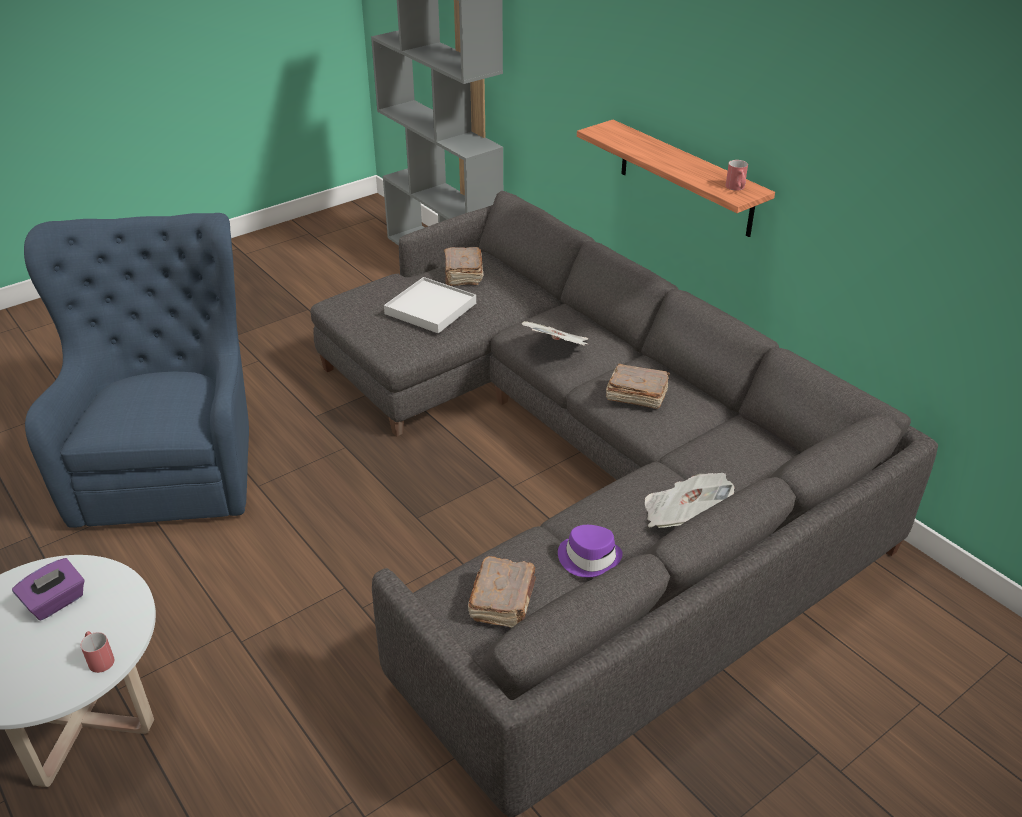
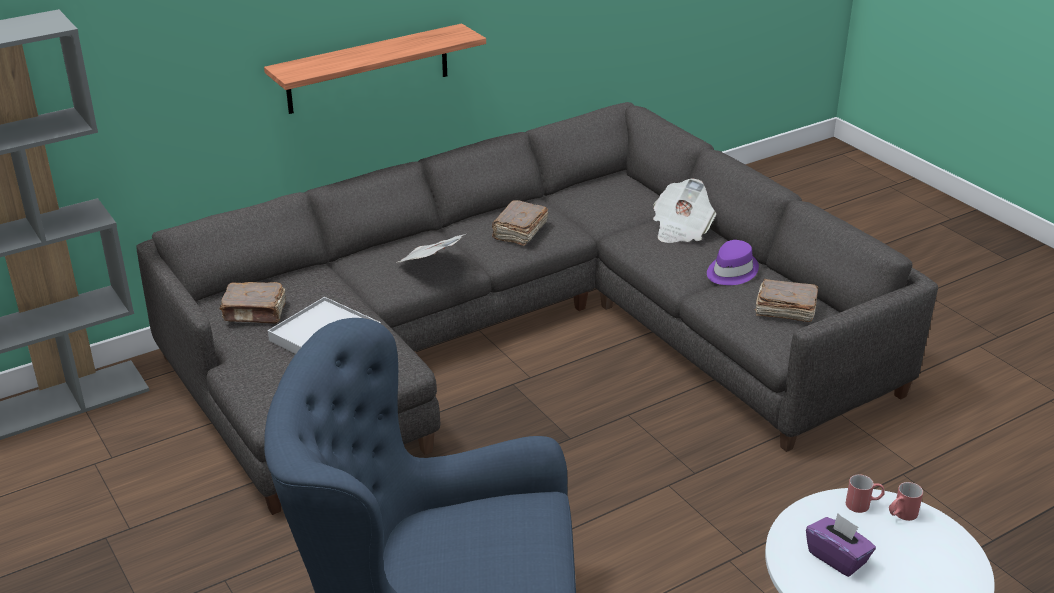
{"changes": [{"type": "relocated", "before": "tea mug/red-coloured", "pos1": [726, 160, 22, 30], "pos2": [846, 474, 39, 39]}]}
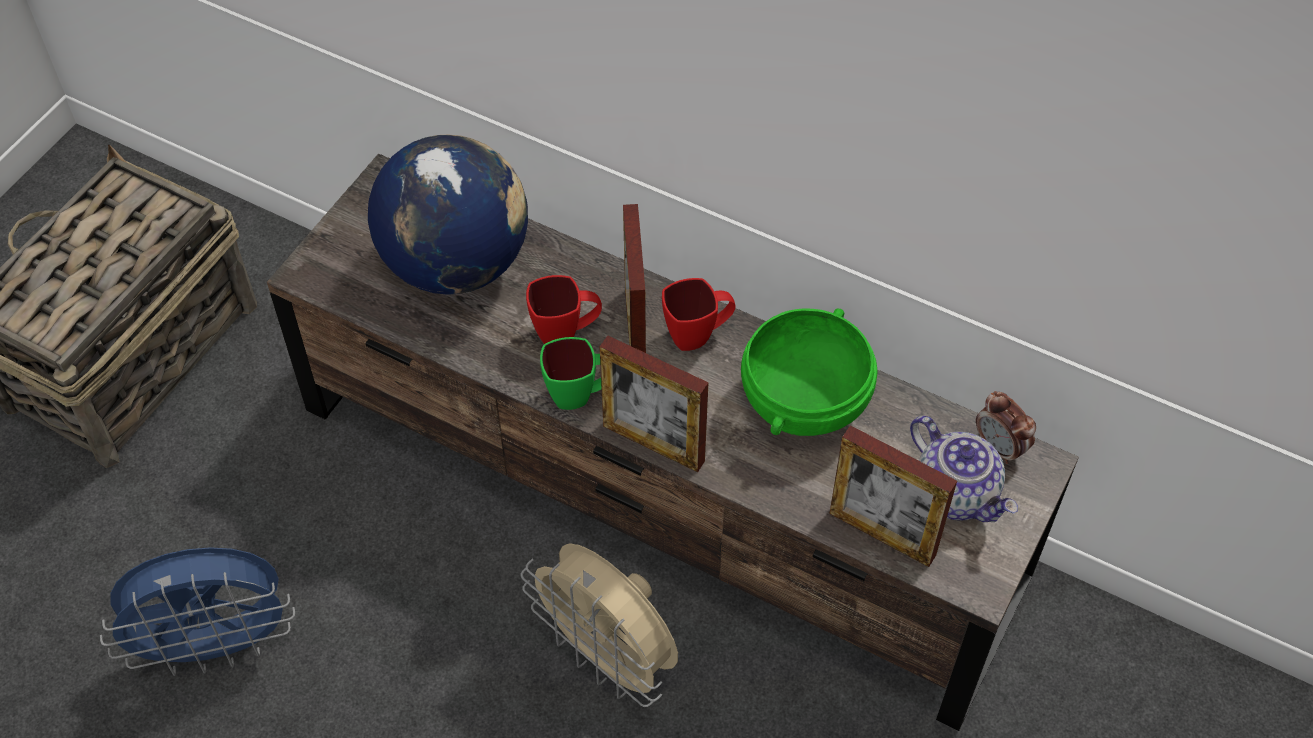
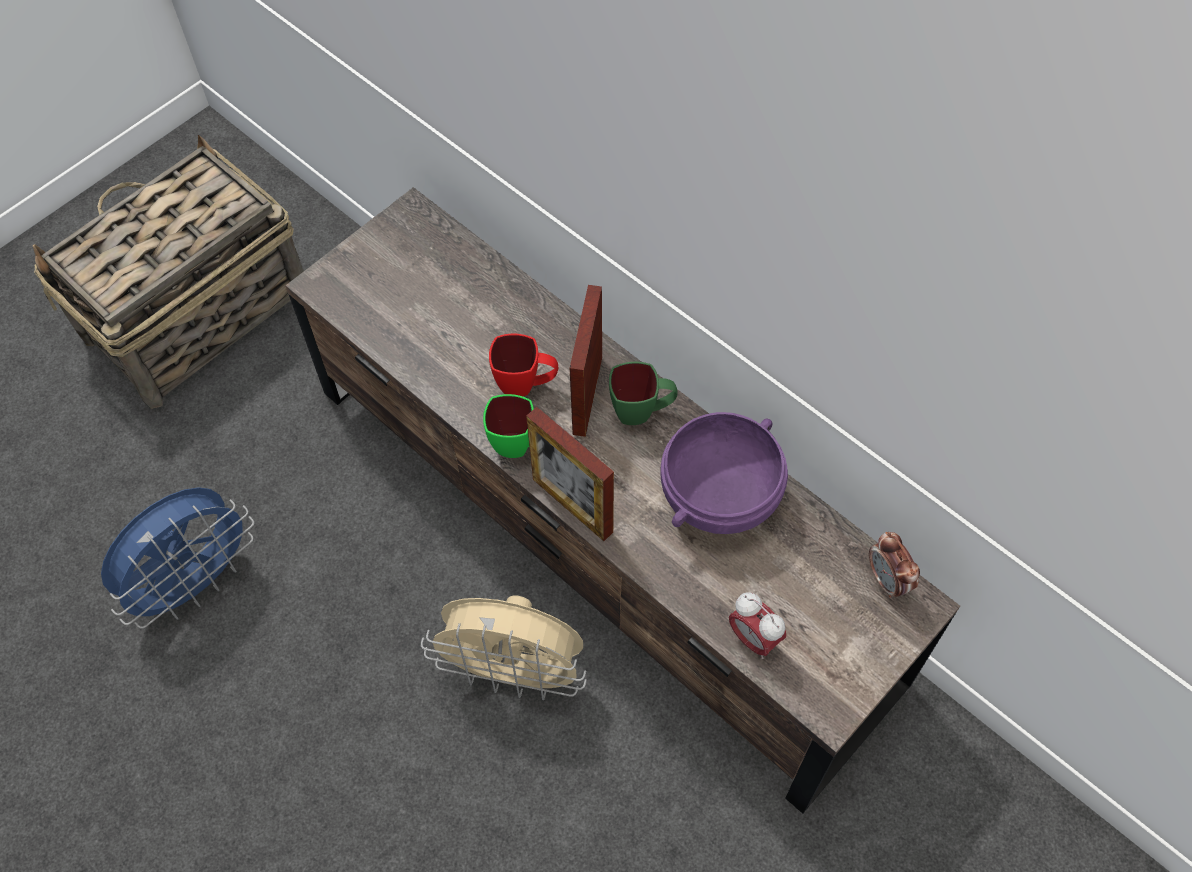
{"changes": [{"type": "spun", "before": "fan/blue", "pos1": [100, 547, 195, 129], "pos2": [101, 487, 153, 142], "turn": -45}, {"type": "spun", "before": "fan/sand-coloured", "pos1": [521, 543, 157, 164], "pos2": [421, 595, 166, 105], "turn": -45}, {"type": "colour", "before": "tea mug/red-coloured", "after": "tea mug/green", "pos1": [662, 278, 73, 73], "pos2": [609, 362, 69, 63]}, {"type": "colour", "before": "serving bowl/green", "after": "serving bowl/purple", "pos1": [741, 308, 136, 128], "pos2": [660, 412, 128, 122]}, {"type": "exchanged", "before": "standing frame", "after": "alarm clock", "pos1": [829, 425, 128, 142], "pos2": [729, 592, 57, 67]}, {"type": "missing", "before": "globe", "pos1": [368, 135, 160, 160]}, {"type": "missing", "before": "teapot", "pos1": [910, 416, 108, 106]}]}
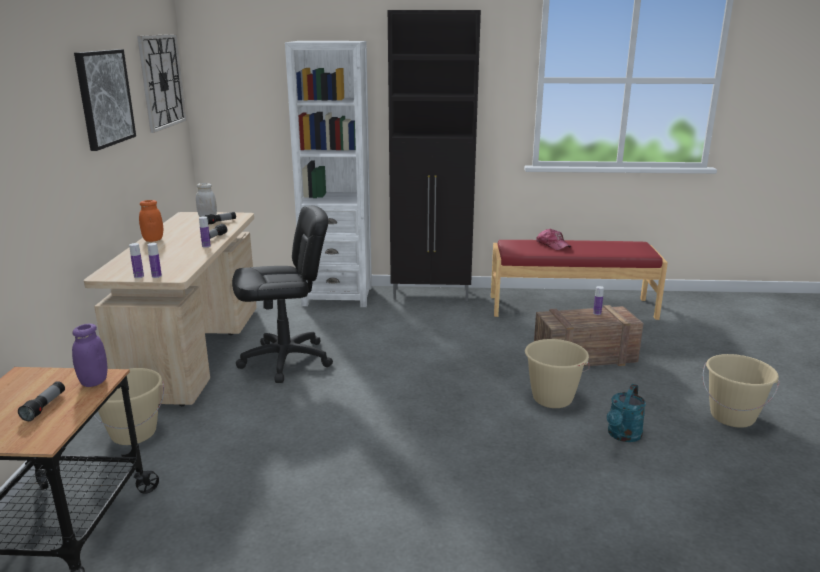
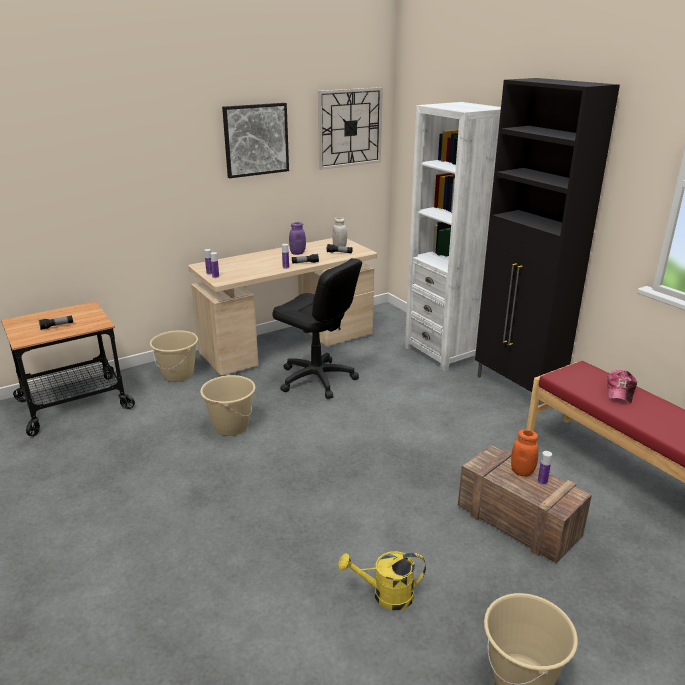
{"changes": [{"type": "relocated", "before": "pail/sand-coloured", "pos1": [525, 339, 65, 69], "pos2": [200, 375, 55, 61]}, {"type": "relocated", "before": "storage jar/purple", "pos1": [72, 324, 35, 63], "pos2": [289, 222, 17, 33]}, {"type": "colour", "before": "sprinkling can/turquoise-coloured", "after": "sprinkling can/yellowish", "pos1": [607, 384, 39, 58], "pos2": [338, 551, 88, 59]}, {"type": "relocated", "before": "storage jar/orange-coloured", "pos1": [139, 200, 24, 42], "pos2": [511, 429, 27, 48]}]}
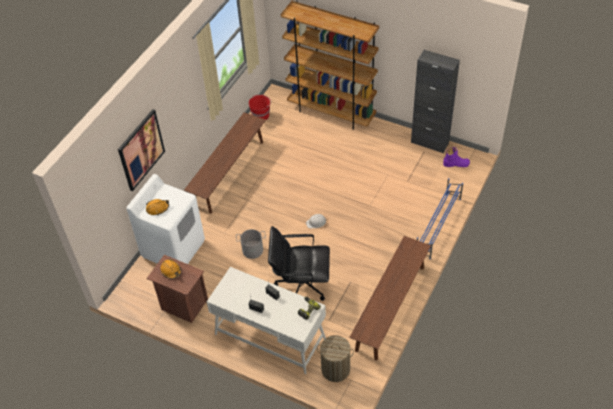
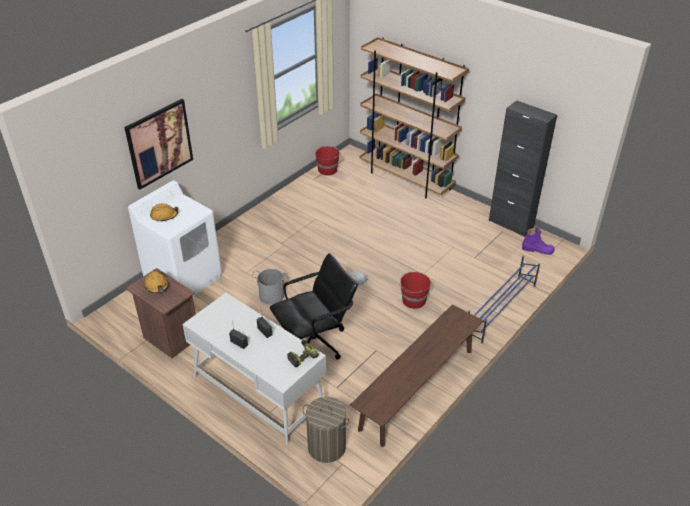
{"changes": [{"type": "spun", "before": "computer chair/black", "pos1": [268, 226, 62, 75], "pos2": [270, 253, 88, 107], "turn": 135}, {"type": "appeared", "after": "pail/red-coloured", "pos2": [399, 272, 32, 37]}, {"type": "missing", "before": "indoor bench/brown-coloured", "pos1": [184, 112, 82, 102]}]}
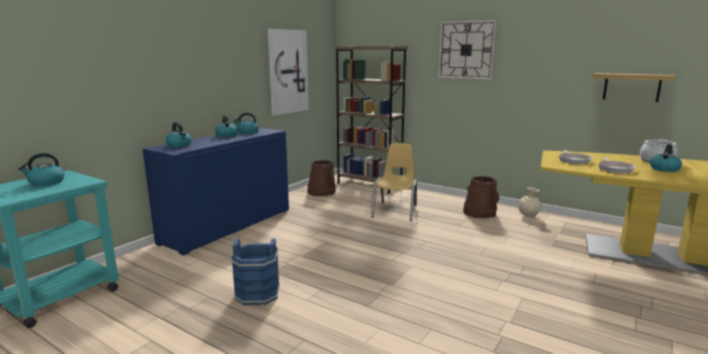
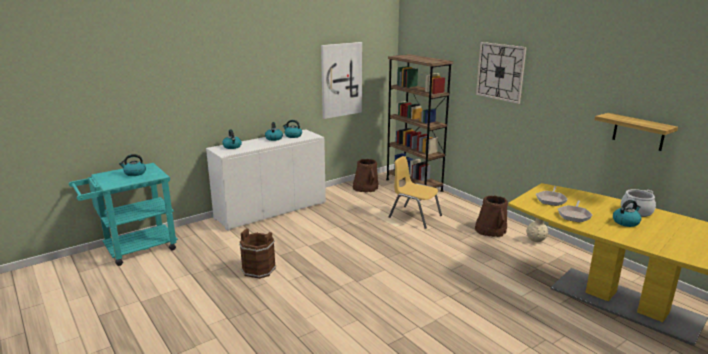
{"changes": [{"type": "colour", "before": "storage cabinet/blue", "after": "storage cabinet/whitish", "pos1": [143, 128, 146, 128], "pos2": [206, 129, 120, 102]}, {"type": "colour", "before": "pail/blue", "after": "pail/brown-coloured", "pos1": [232, 238, 48, 67], "pos2": [239, 229, 37, 50]}, {"type": "spun", "before": "plain chair/yellowish", "pos1": [371, 143, 46, 78], "pos2": [389, 156, 53, 73], "turn": -90}]}
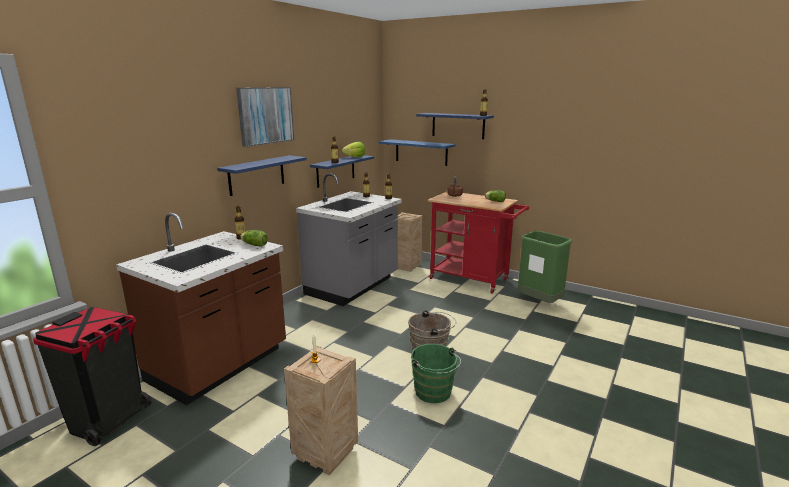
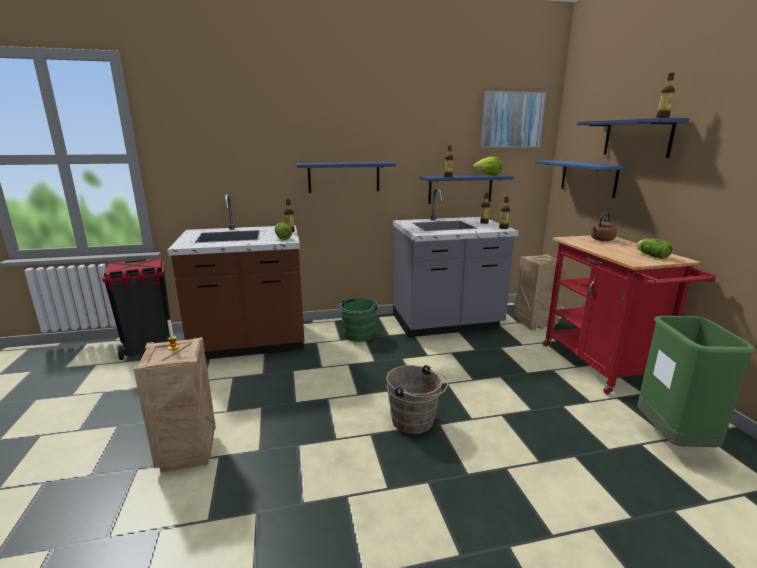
{"changes": [{"type": "relocated", "before": "pail/green", "pos1": [411, 344, 50, 59], "pos2": [337, 297, 41, 45]}, {"type": "relocated", "before": "picture", "pos1": [236, 87, 58, 60], "pos2": [480, 91, 66, 57]}]}
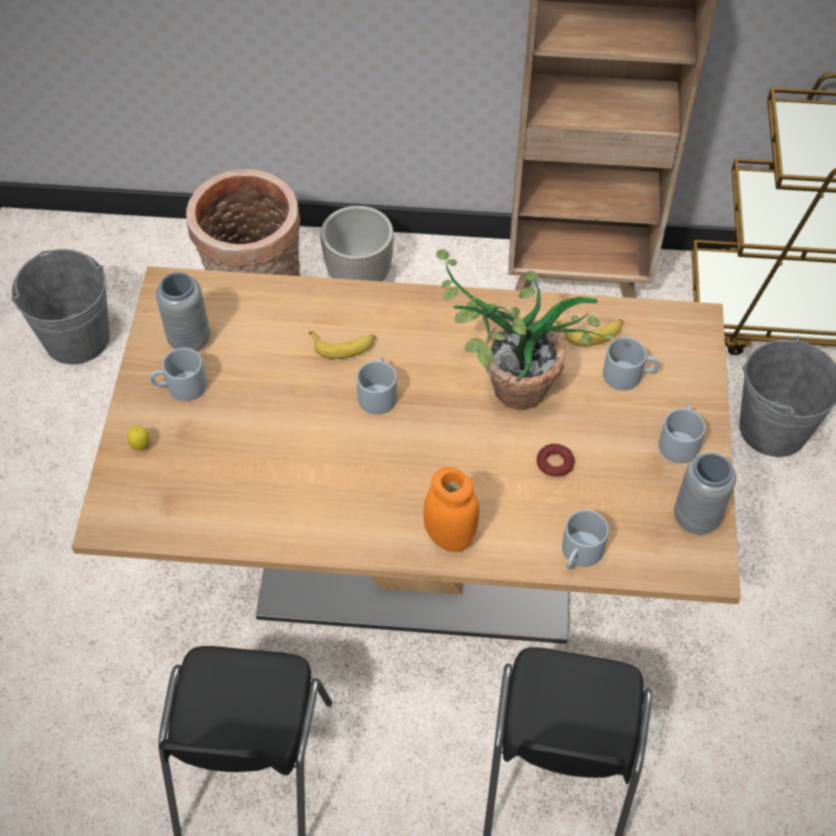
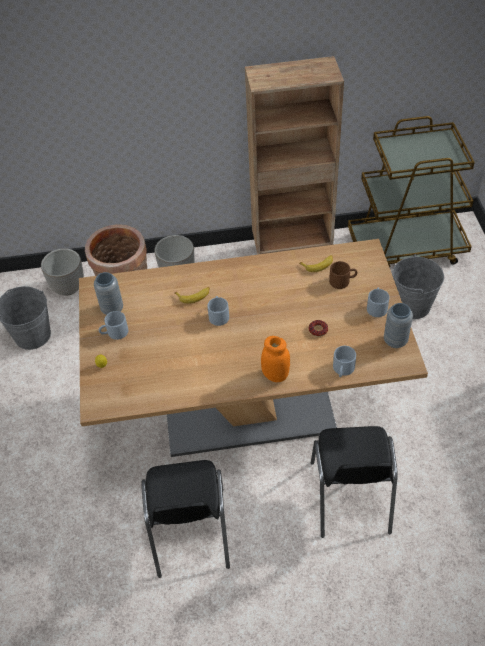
{"changes": [{"type": "appeared", "after": "planter", "pos2": [41, 248, 43, 47]}, {"type": "colour", "before": "tea mug/greyish", "after": "tea mug/brown-coloured", "pos1": [603, 337, 57, 53], "pos2": [329, 261, 28, 28]}, {"type": "missing", "before": "plant in a pot", "pos1": [436, 249, 179, 162]}]}
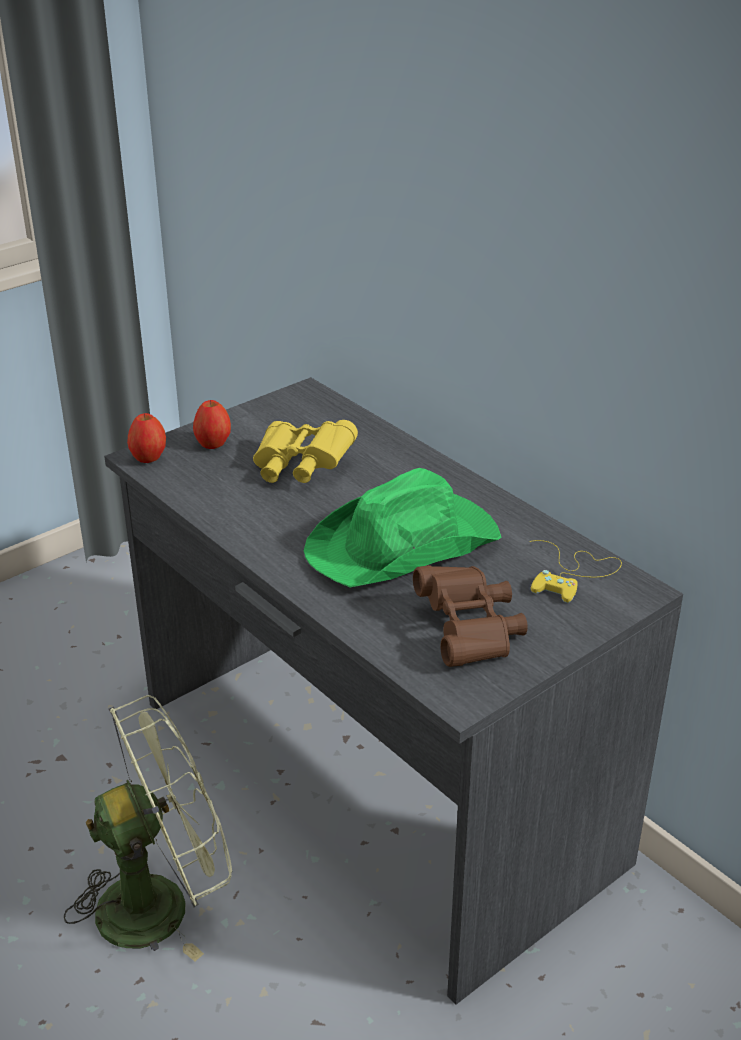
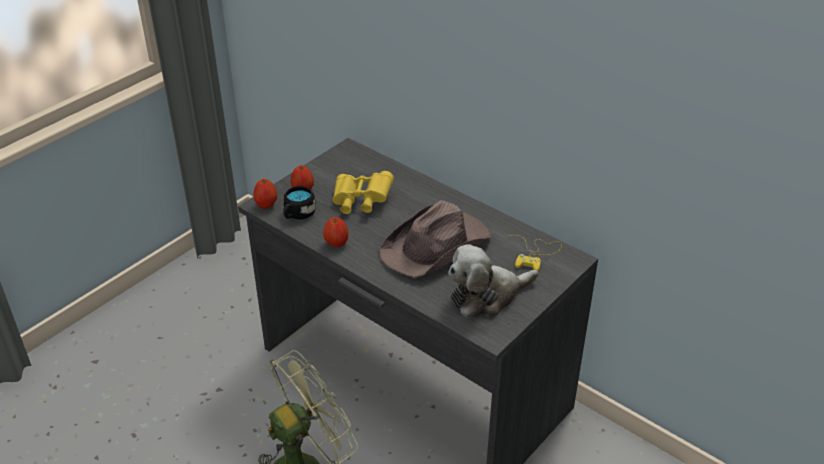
{"changes": [{"type": "appeared", "after": "tea mug/black", "pos2": [283, 186, 33, 34]}, {"type": "appeared", "after": "apple fruit", "pos2": [323, 217, 26, 30]}, {"type": "colour", "before": "clothing hat/green", "after": "clothing hat/brown-coloured", "pos1": [304, 468, 197, 119], "pos2": [380, 200, 111, 78]}, {"type": "exchanged", "before": "binoculars/brown-coloured", "after": "soft toy", "pos1": [413, 565, 115, 102], "pos2": [448, 244, 90, 73]}]}
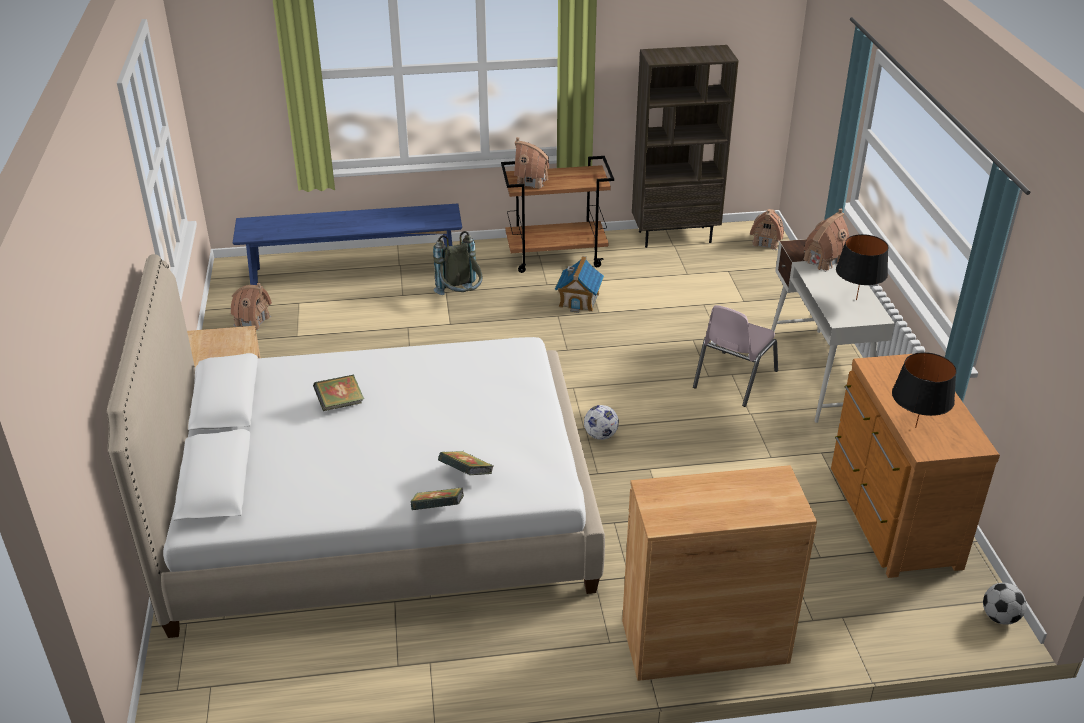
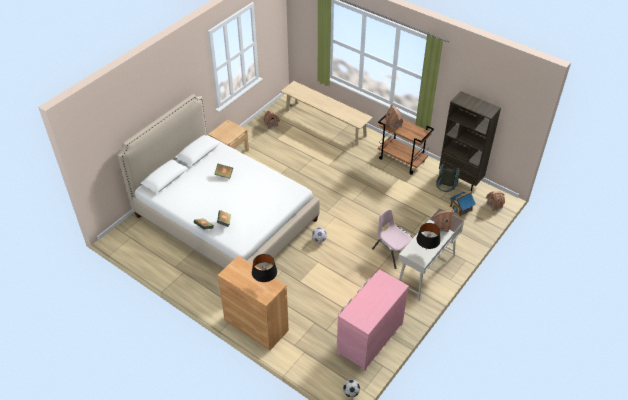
{"changes": [{"type": "relocated", "before": "lamp for a table/black", "pos1": [892, 352, 65, 76], "pos2": [252, 254, 25, 29]}, {"type": "colour", "before": "indoor bench/blue", "after": "indoor bench/sand-coloured", "pos1": [233, 204, 229, 81], "pos2": [281, 81, 92, 64]}, {"type": "colour", "before": "dresser/brown-coloured", "after": "dresser/pinkish", "pos1": [831, 352, 169, 226], "pos2": [337, 269, 72, 102]}, {"type": "spun", "before": "plain chair/pinkish", "pos1": [693, 305, 85, 102], "pos2": [372, 209, 40, 60], "turn": 60}, {"type": "relocated", "before": "knapsack/greyish", "pos1": [433, 231, 49, 64], "pos2": [436, 162, 24, 30]}, {"type": "relocated", "before": "model house", "pos1": [555, 256, 49, 57], "pos2": [450, 191, 26, 25]}]}
